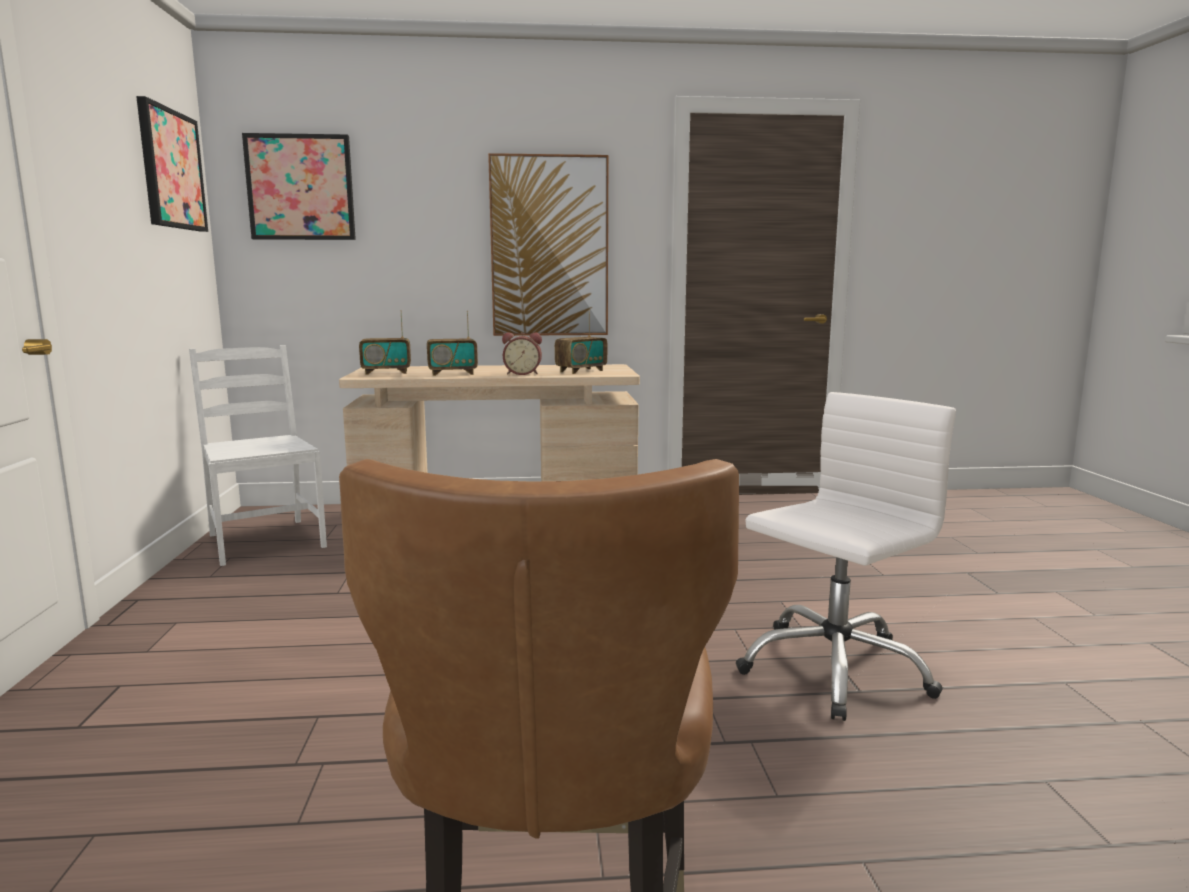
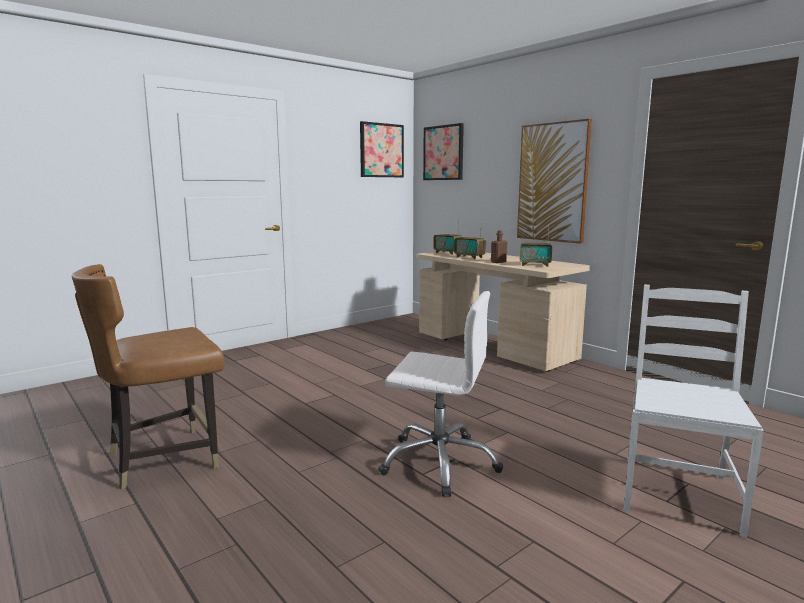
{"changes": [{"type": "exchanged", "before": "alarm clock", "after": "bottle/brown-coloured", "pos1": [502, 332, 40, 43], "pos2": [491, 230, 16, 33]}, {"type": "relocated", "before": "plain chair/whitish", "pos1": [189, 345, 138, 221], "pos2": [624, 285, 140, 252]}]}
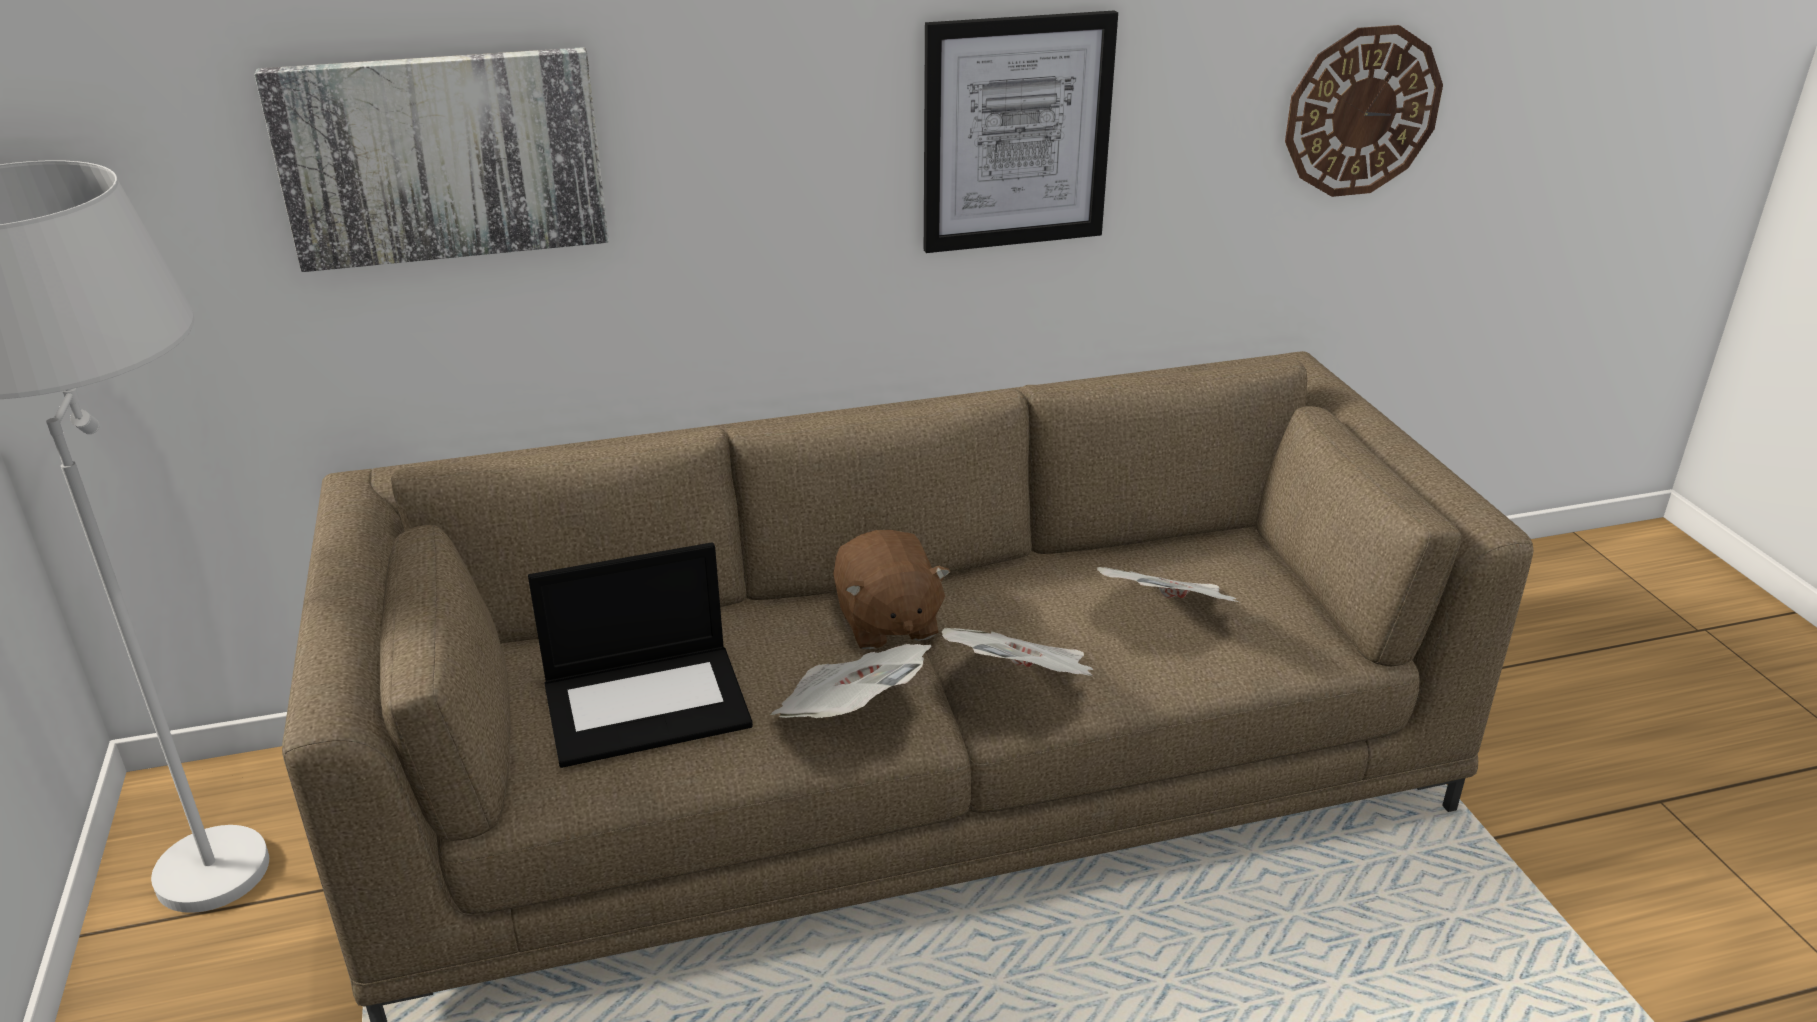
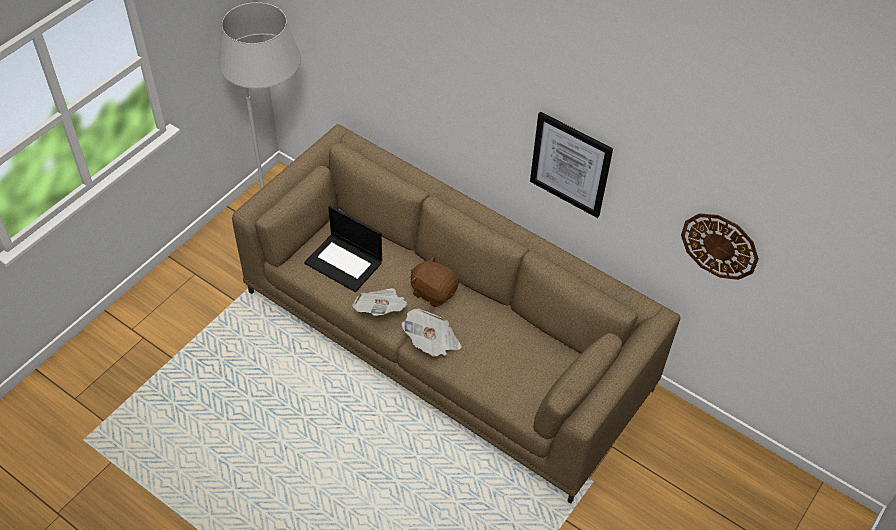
{"changes": [{"type": "spun", "before": "soft toy/brown-coloured", "pos1": [833, 530, 117, 119], "pos2": [411, 256, 48, 51], "turn": 90}, {"type": "missing", "before": "picture", "pos1": [255, 47, 354, 225]}, {"type": "missing", "before": "newspaper", "pos1": [1097, 567, 144, 36]}]}
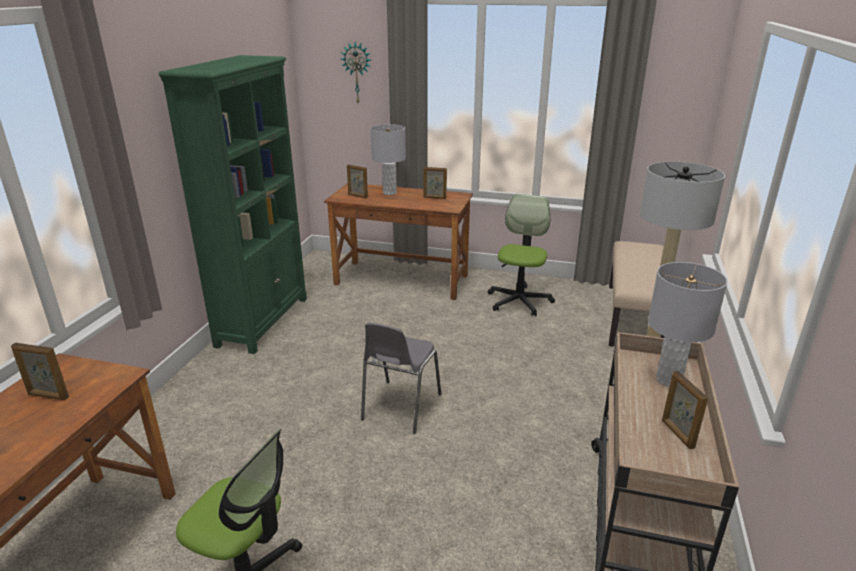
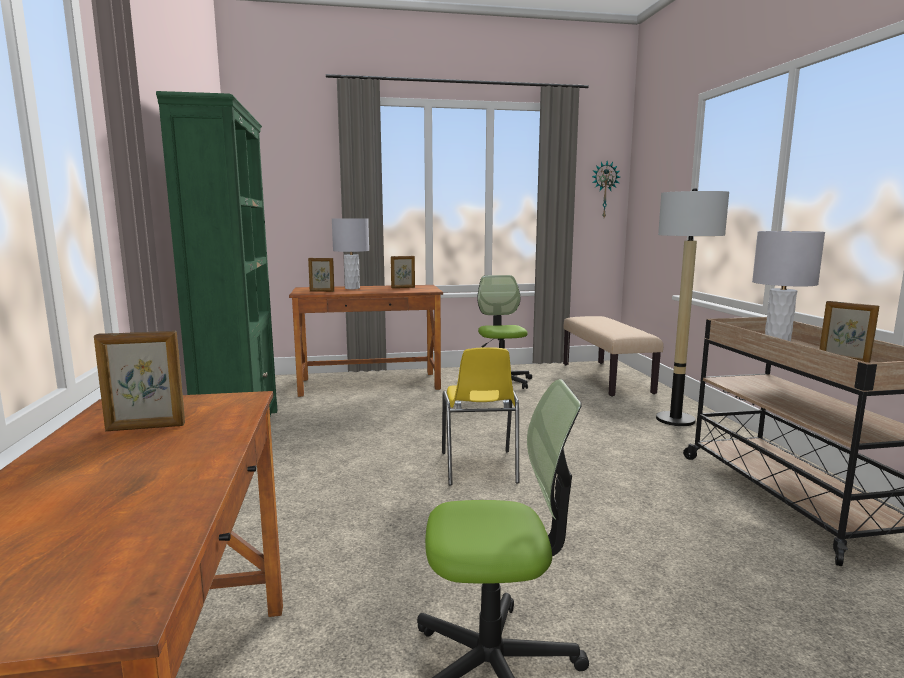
{"changes": [{"type": "colour", "before": "plain chair/greyish", "after": "plain chair/yellowish", "pos1": [361, 323, 80, 111], "pos2": [442, 347, 77, 139]}, {"type": "relocated", "before": "hanging clock", "pos1": [341, 42, 30, 61], "pos2": [592, 161, 28, 56]}]}
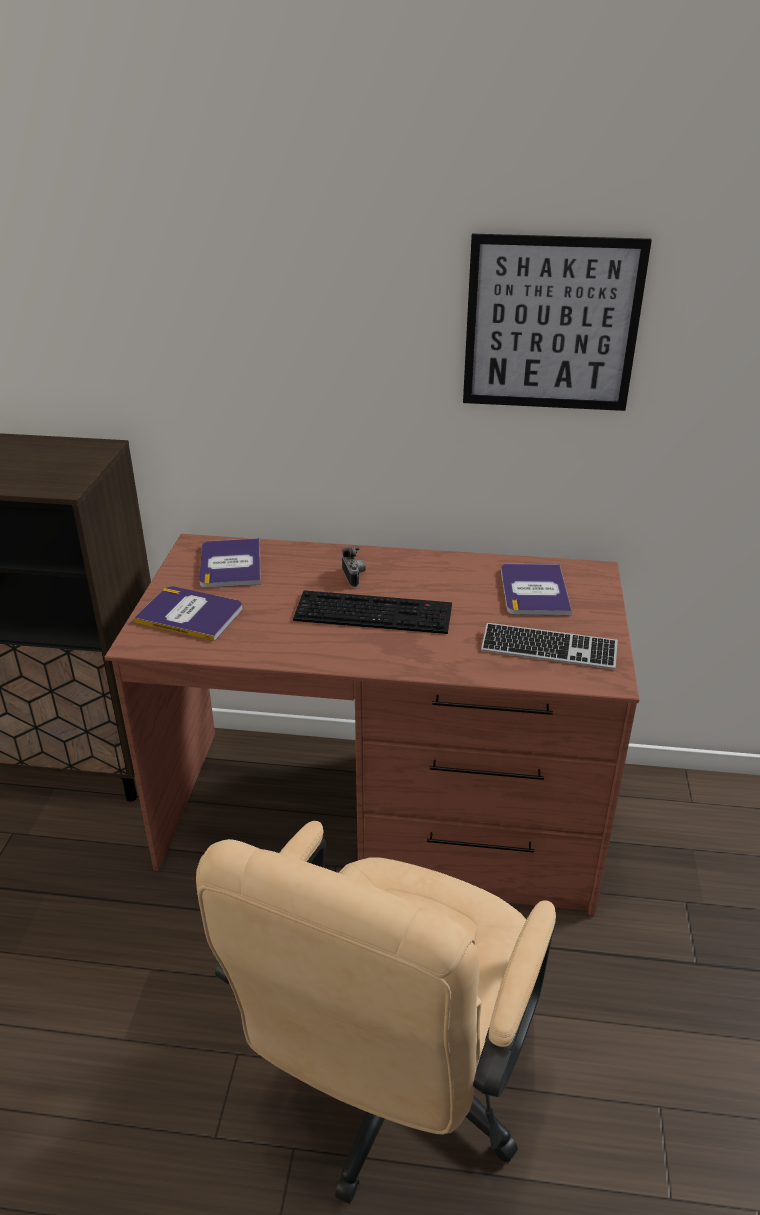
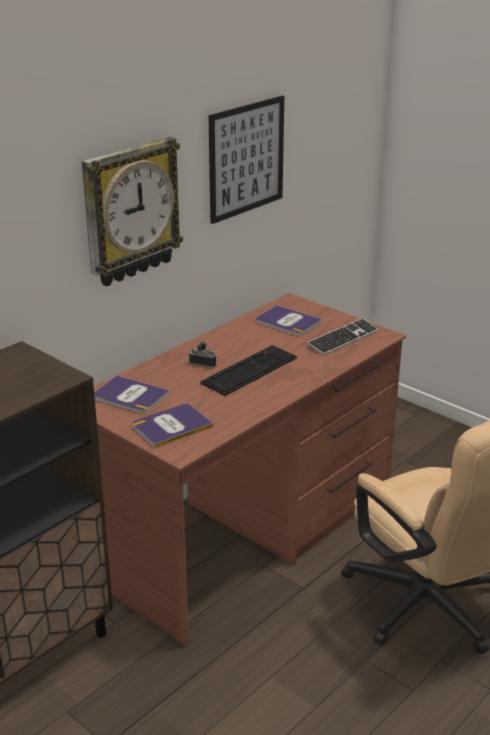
{"changes": [{"type": "appeared", "after": "hanging clock", "pos2": [82, 137, 101, 149]}]}
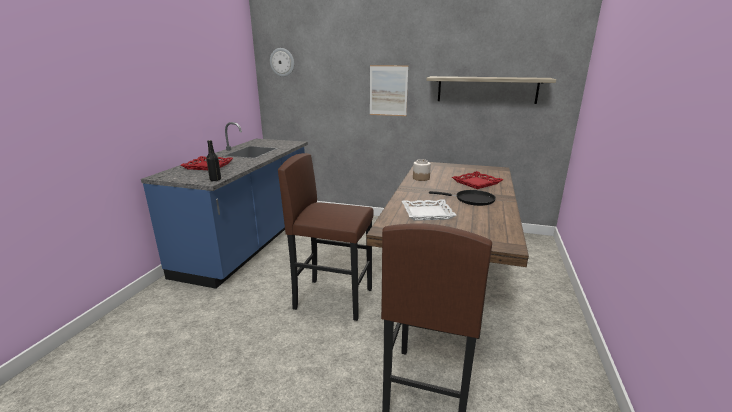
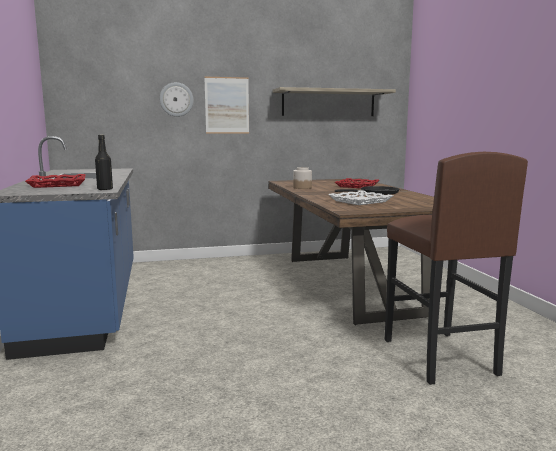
{"changes": [{"type": "relocated", "before": "hanging clock", "pos1": [270, 48, 24, 29], "pos2": [160, 82, 34, 35]}, {"type": "missing", "before": "stool seat/brown-coloured", "pos1": [278, 153, 96, 168]}]}
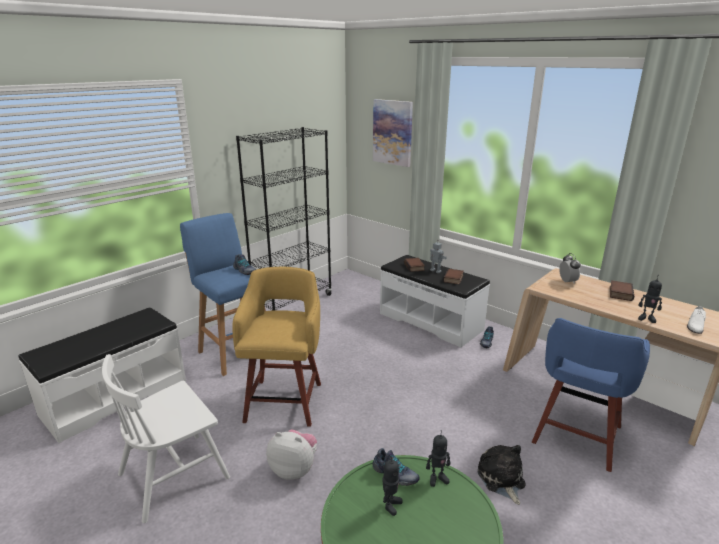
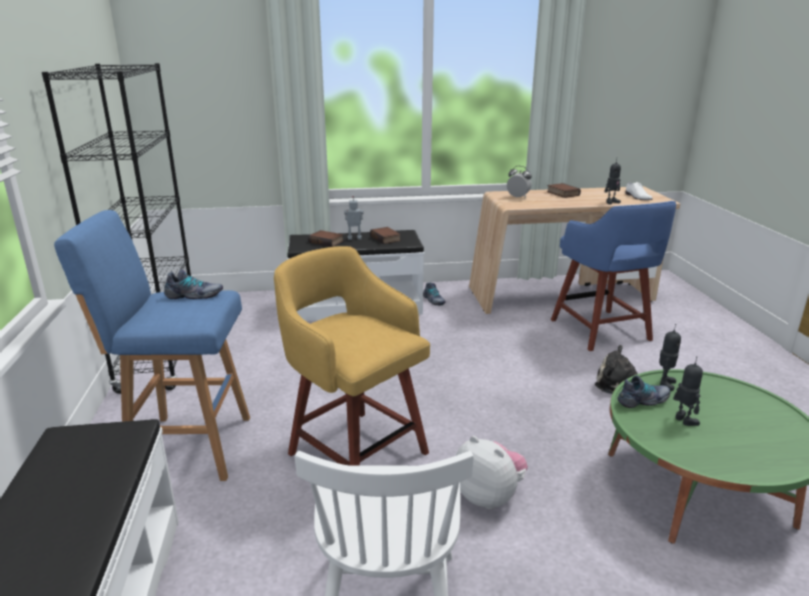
{"changes": [{"type": "spun", "before": "soft toy", "pos1": [266, 430, 51, 50], "pos2": [456, 436, 72, 74], "turn": 75}, {"type": "missing", "before": "picture", "pos1": [373, 99, 40, 68]}]}
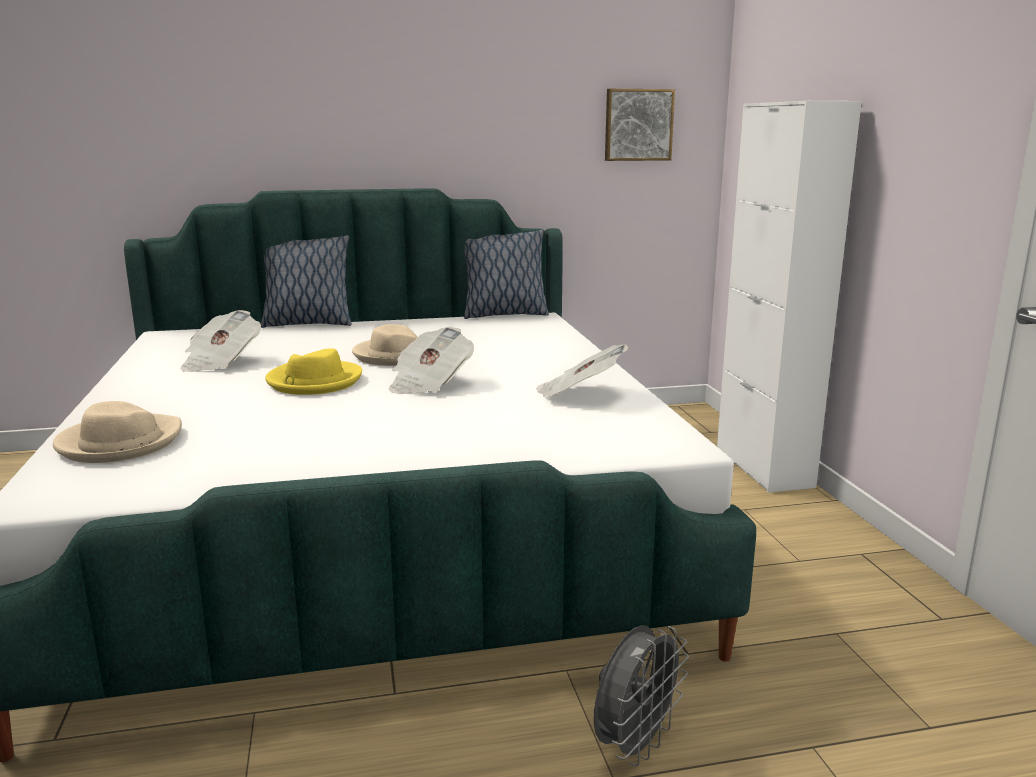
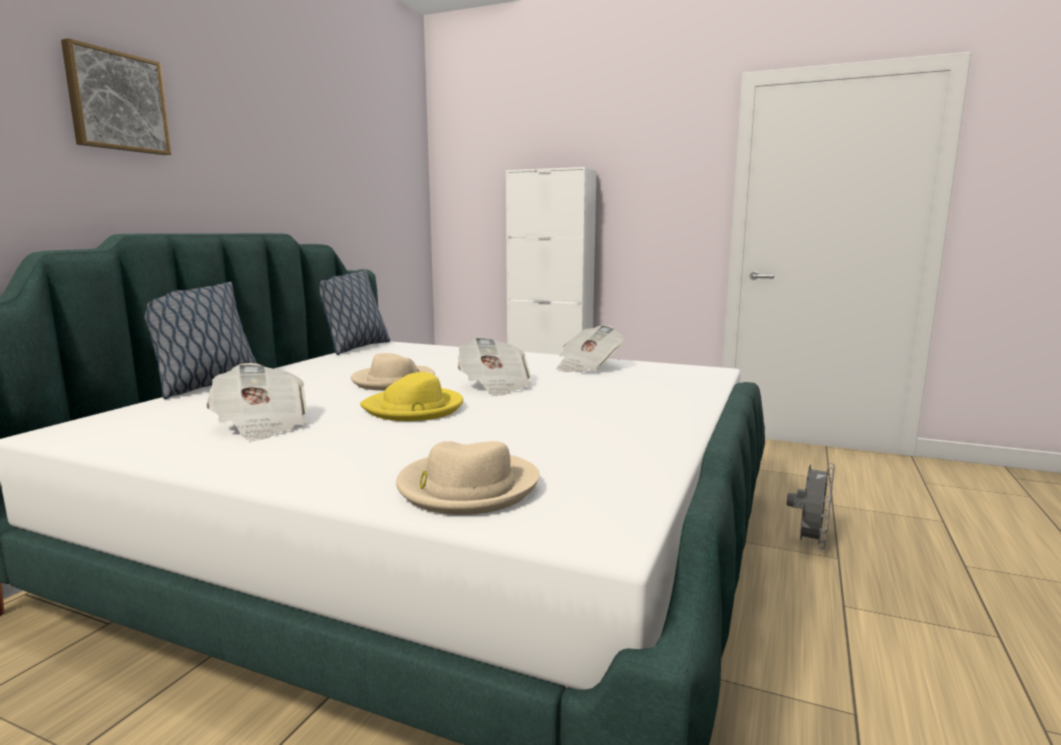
{"changes": [{"type": "relocated", "before": "picture", "pos1": [605, 89, 70, 72], "pos2": [61, 38, 110, 117]}, {"type": "spun", "before": "fan/greyish", "pos1": [594, 625, 95, 141], "pos2": [787, 462, 48, 88], "turn": 45}]}
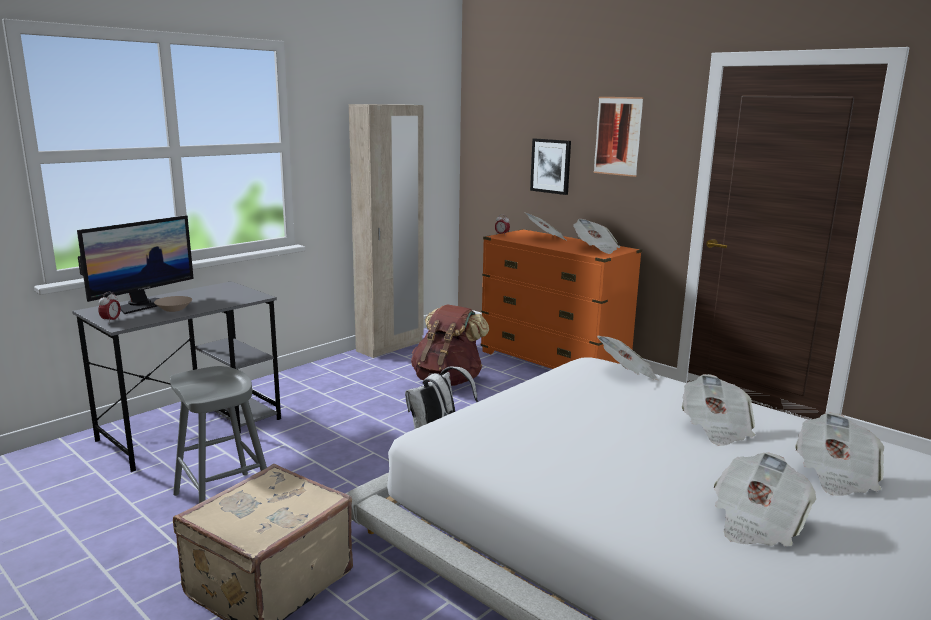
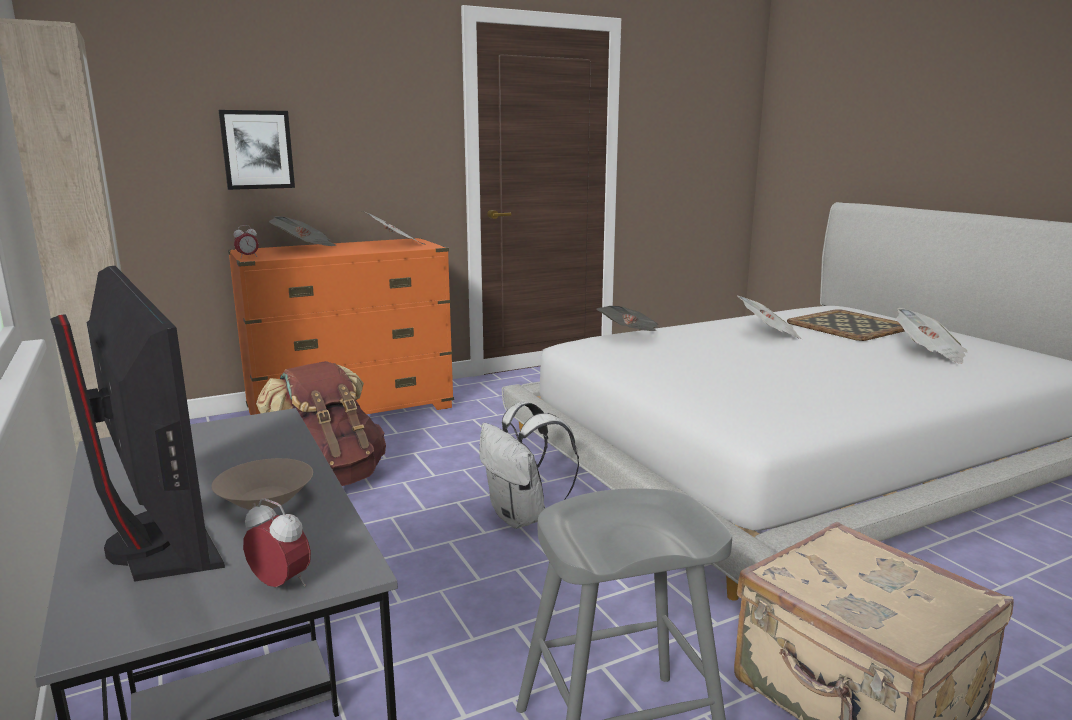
{"changes": [{"type": "exchanged", "before": "newspaper", "after": "tray", "pos1": [795, 413, 89, 83], "pos2": [787, 309, 118, 32]}, {"type": "missing", "before": "picture", "pos1": [594, 97, 50, 80]}]}
